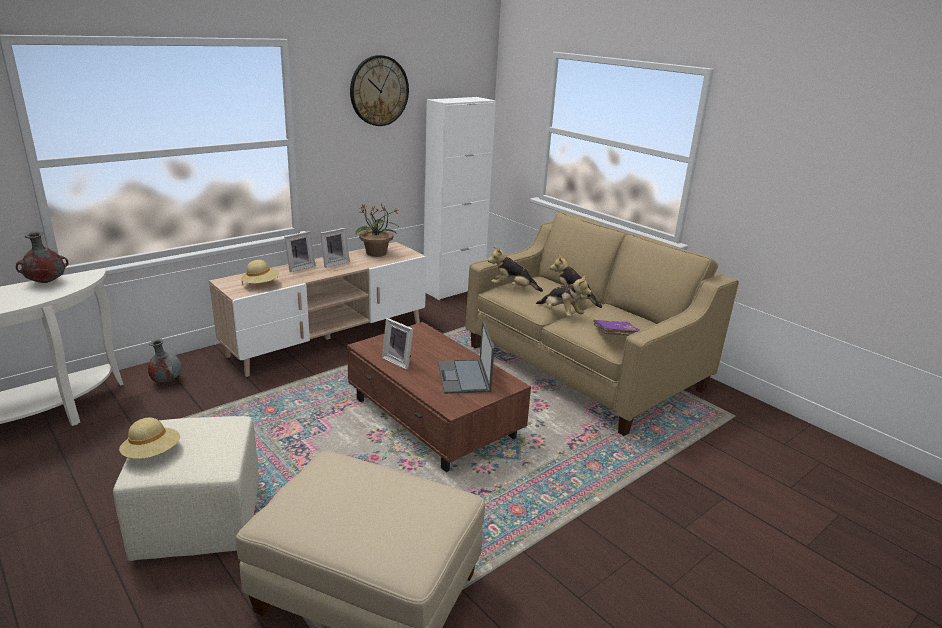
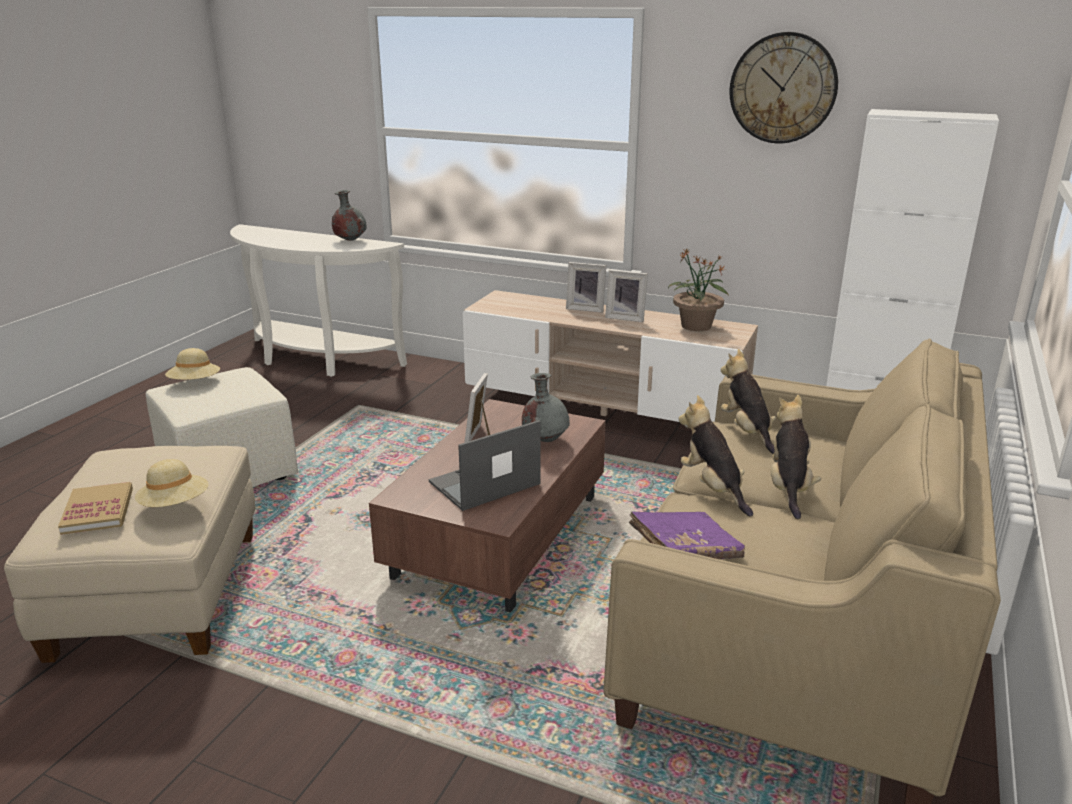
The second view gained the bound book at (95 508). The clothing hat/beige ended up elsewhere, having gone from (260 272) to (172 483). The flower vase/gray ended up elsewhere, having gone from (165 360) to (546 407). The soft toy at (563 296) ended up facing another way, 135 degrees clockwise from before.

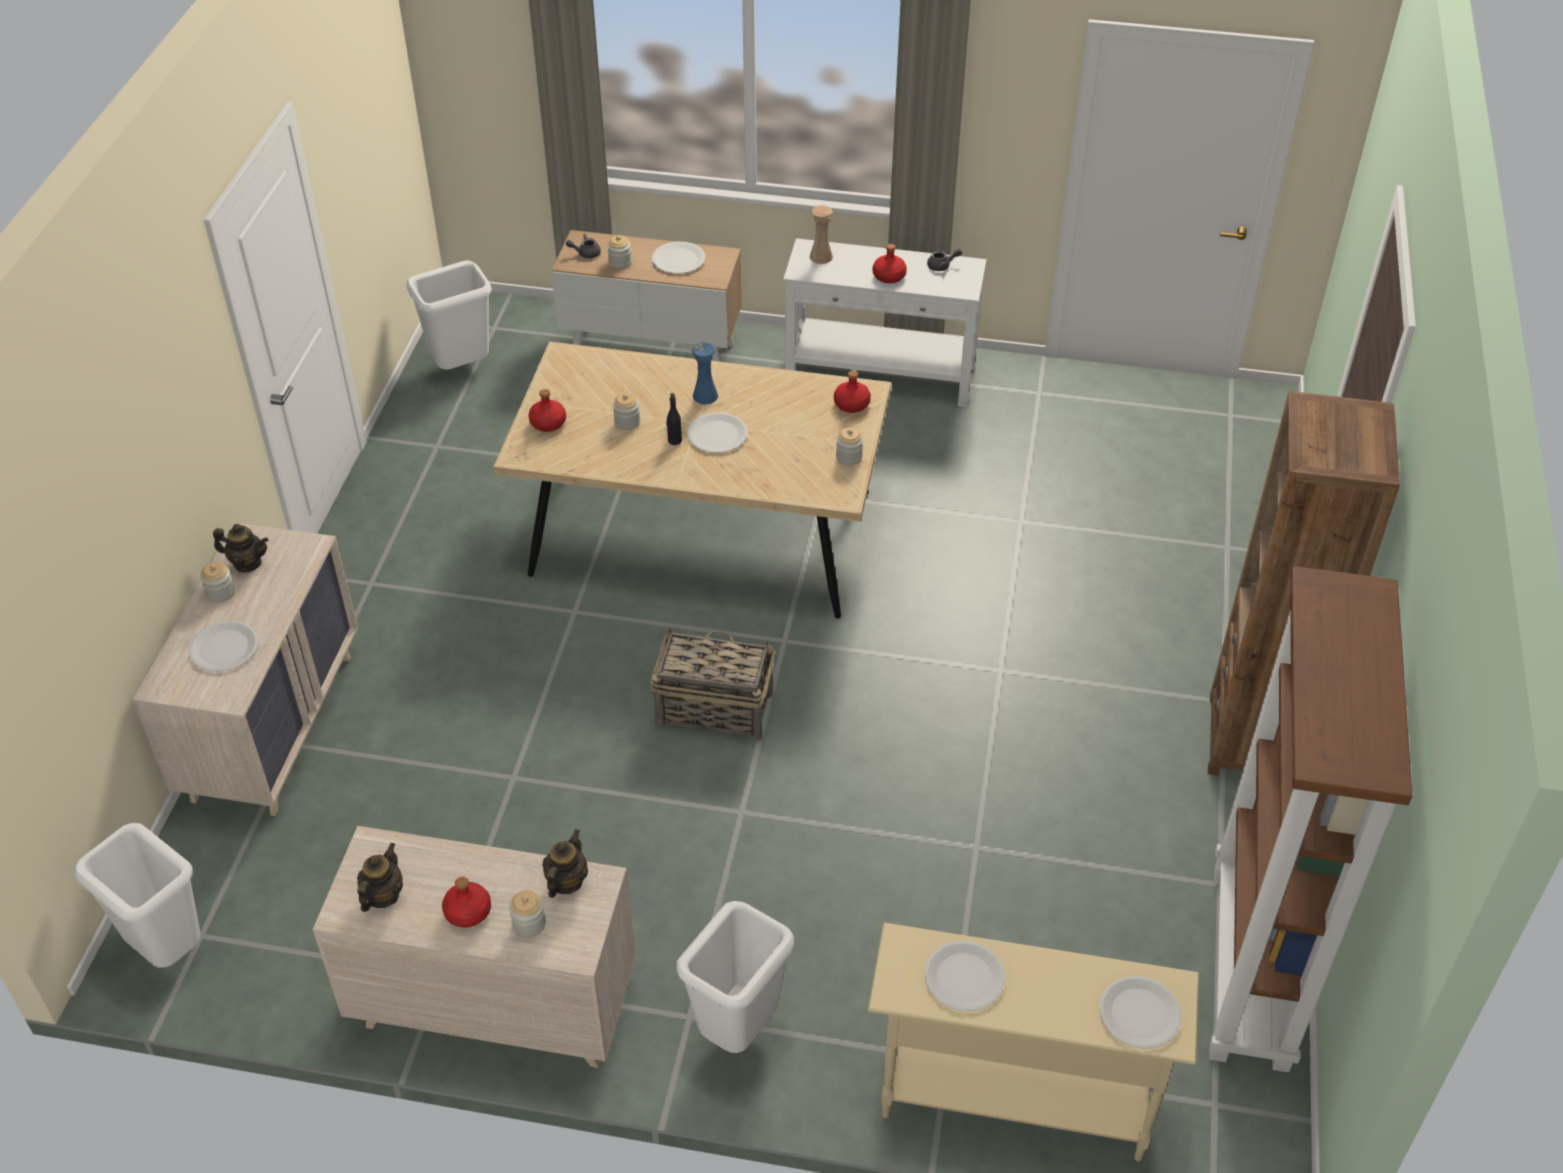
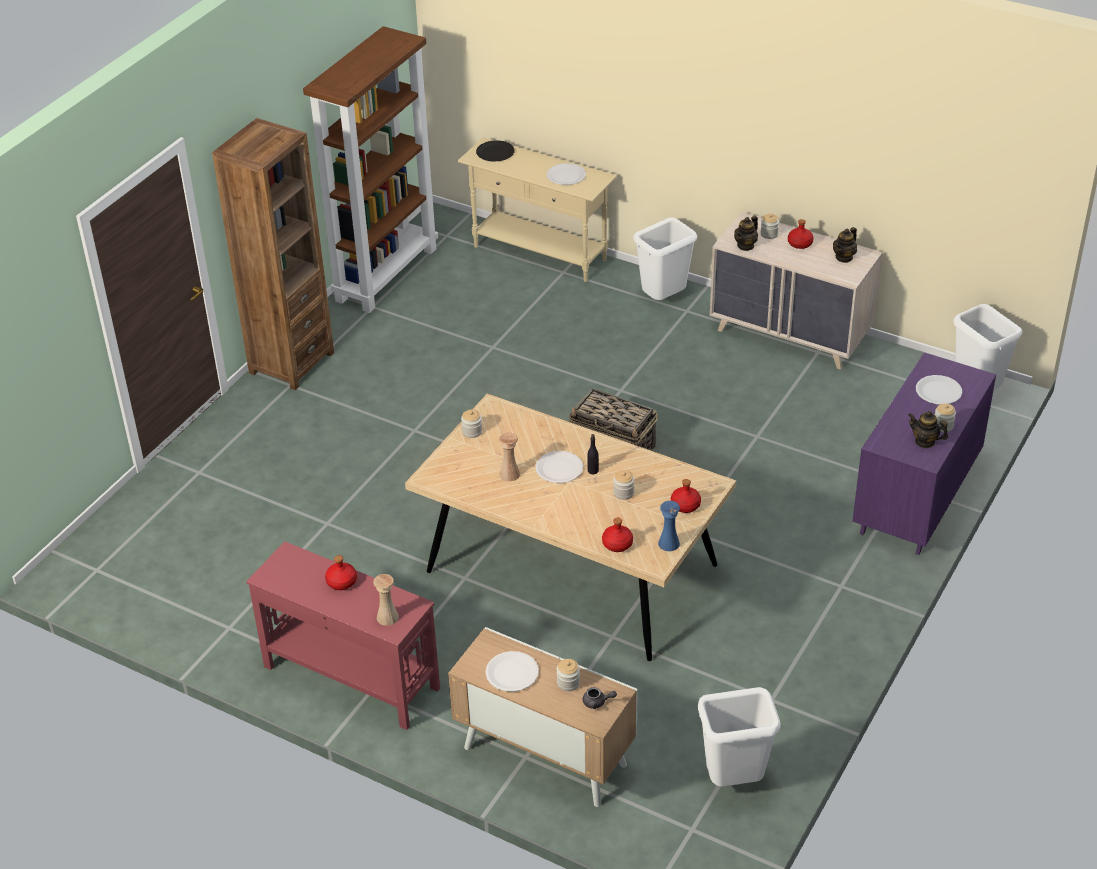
What was the console table/white at (885 322) turned into the console table/red-coloured at (343 635). What was the plate/white at (1140 1012) turned into the plate/blackish at (495 151). The second view gained the flower vase/beige at (509 456). The beverage bottle/red-coloured ended up elsewhere, having gone from (852 392) to (617 535). The flower vase/blue ended up elsewhere, having gone from (705 373) to (669 526). What was the dresser/beige at (245 669) turned into the dresser/purple-coloured at (924 453). The second view lost the pot for tea/gray at (944 260).

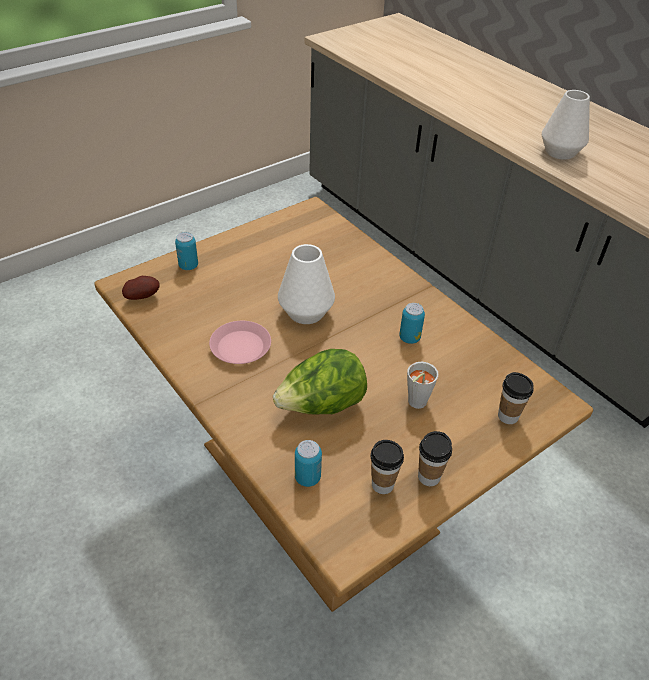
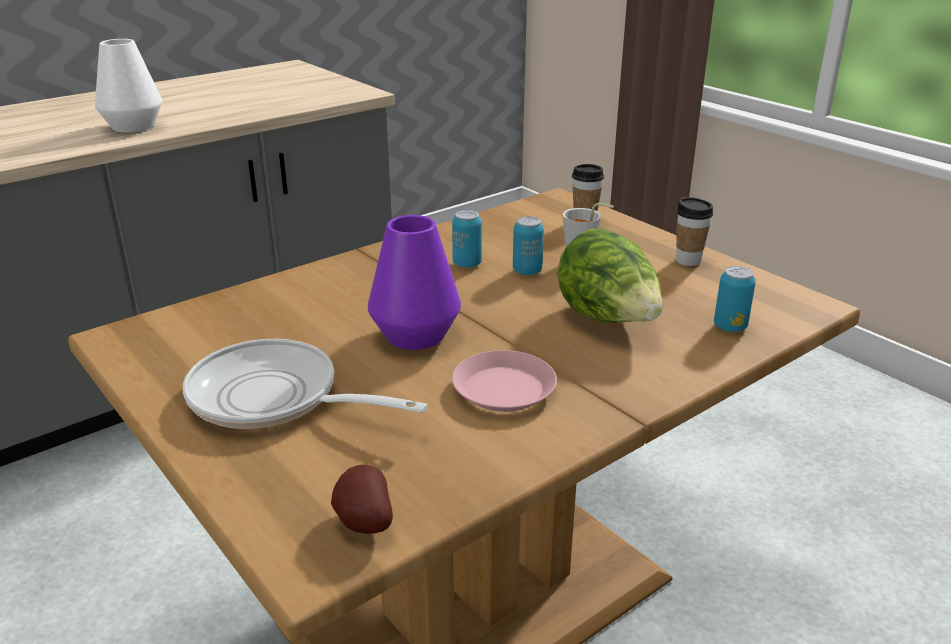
The second view gained the skillet at (305 384). What was the flower vase/white at (306 284) turned into the flower vase/purple-coloured at (414 282). The sealed can ended up elsewhere, having gone from (186 251) to (528 245). The second view lost the cup at (387 467).

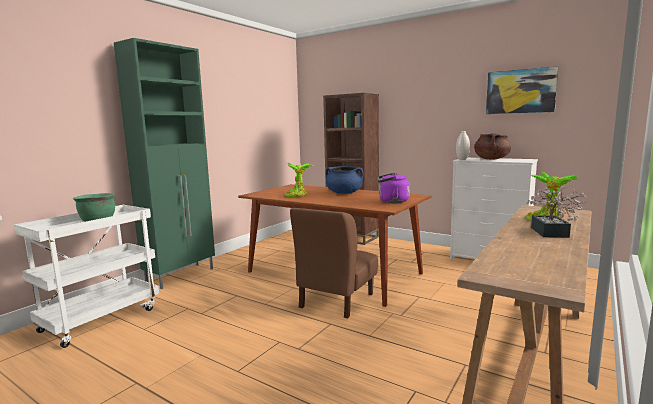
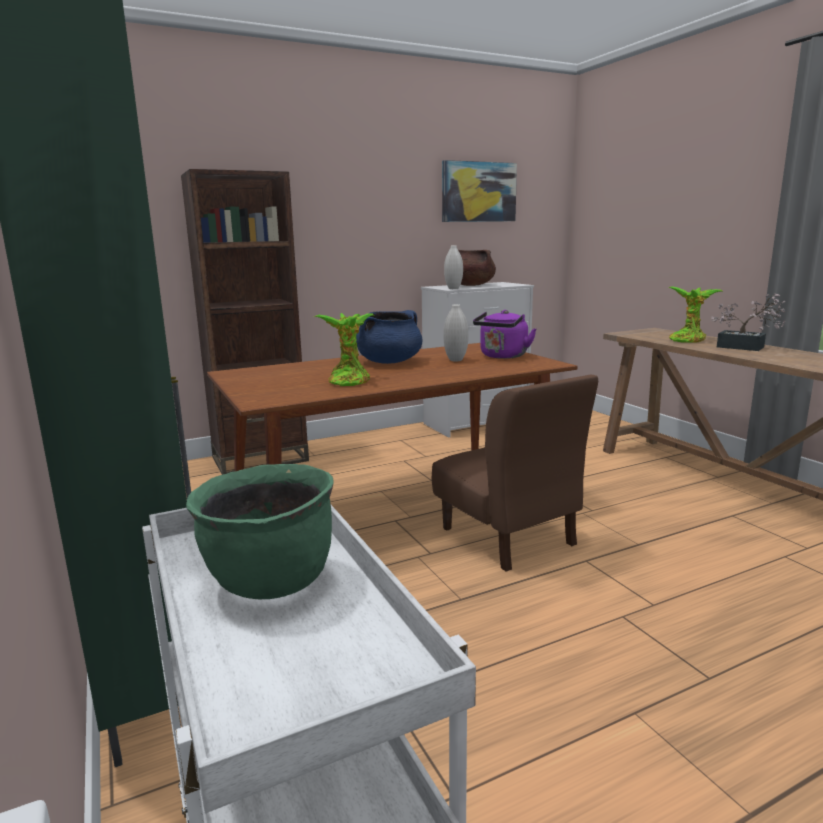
The second view gained the flower vase/white at (456 333).

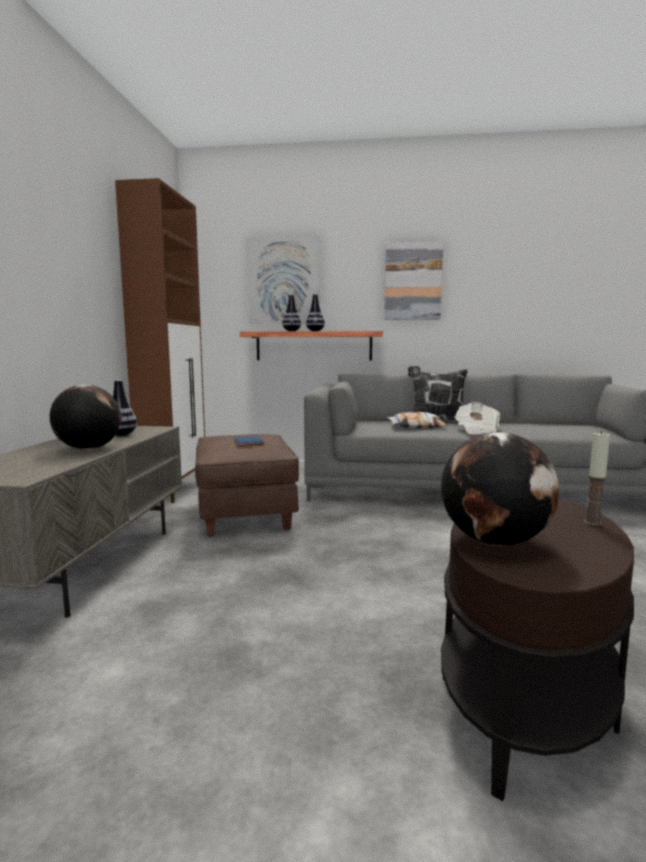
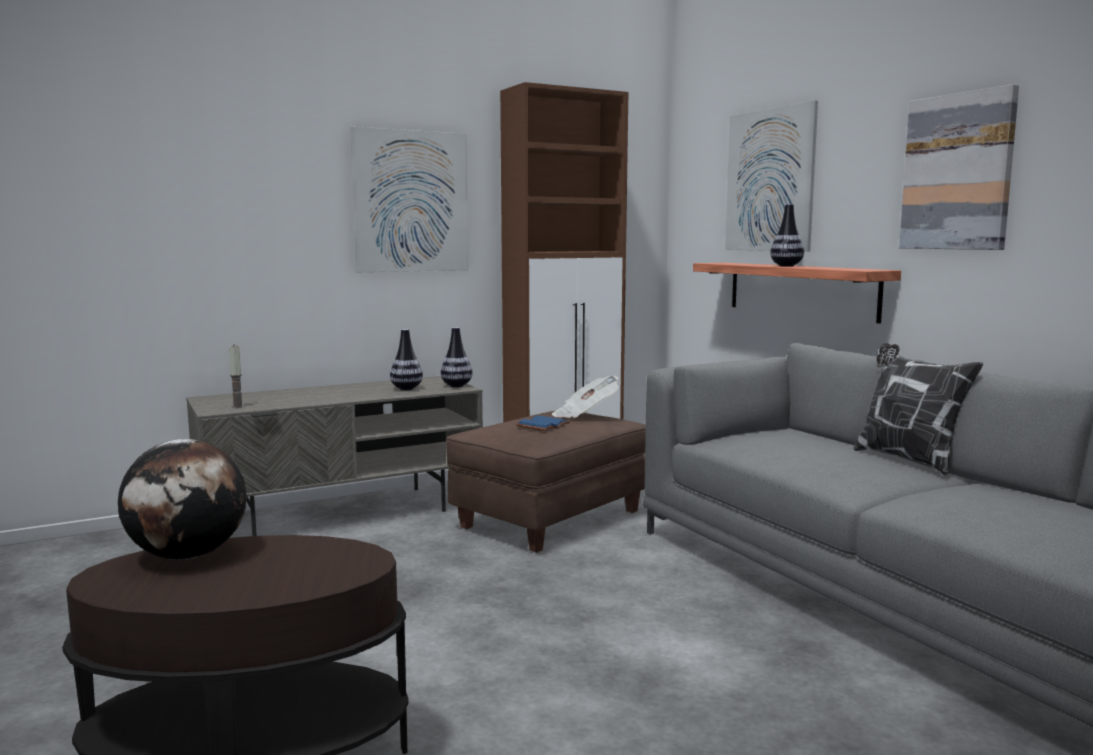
The candle ended up elsewhere, having gone from (597 478) to (236 376). The second view gained the wall art at (409 199). The flower vase ended up elsewhere, having gone from (291 313) to (457 357). The daily paper ended up elsewhere, having gone from (477 418) to (585 397). The second view lost the globe at (85 417). The second view lost the throw pillow at (417 420).

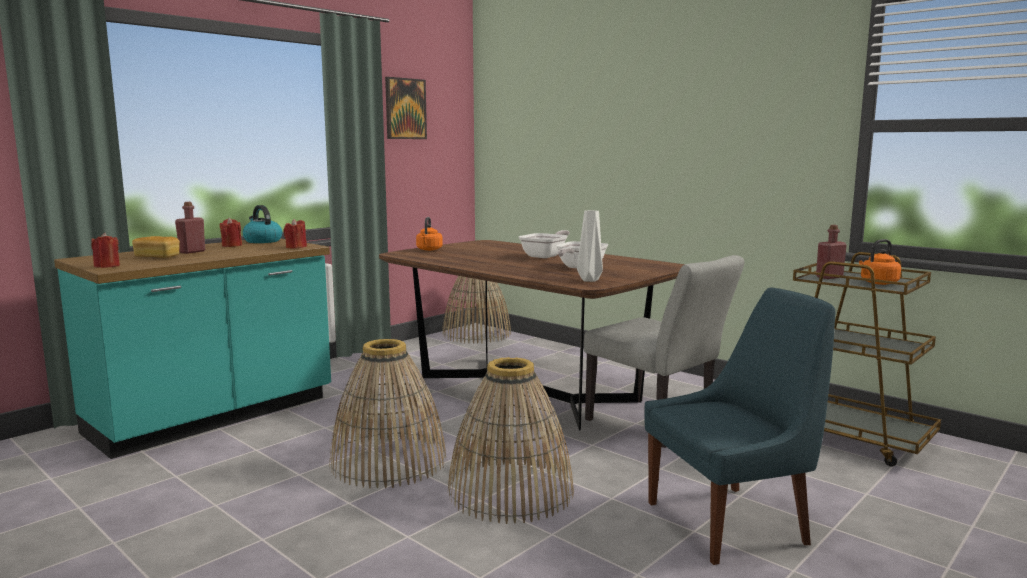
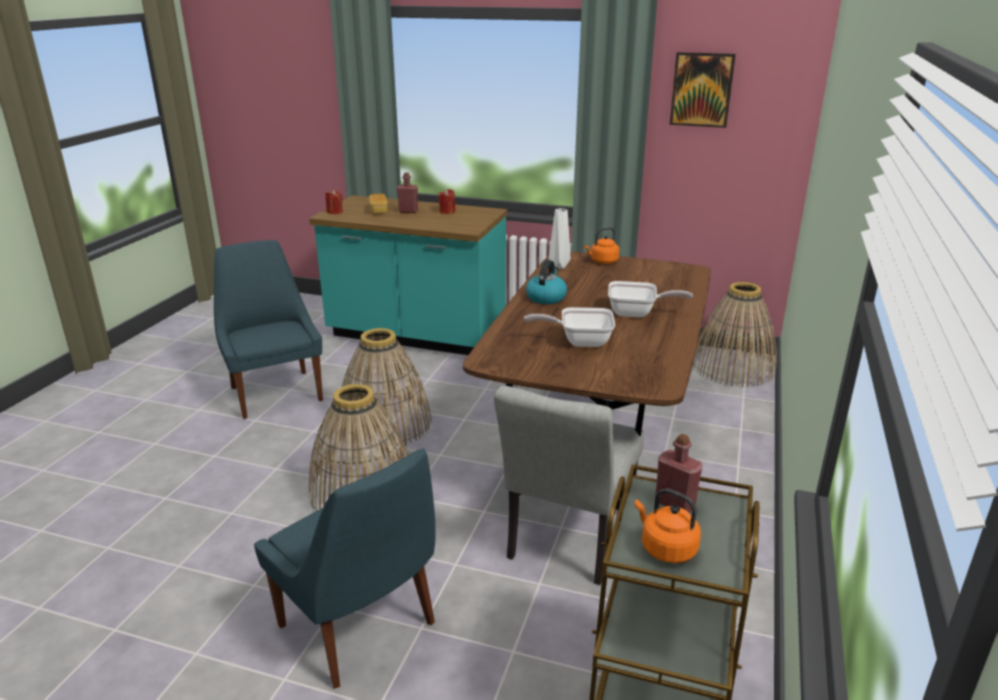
The second view gained the upright chair/blue at (268 329). The kettle ended up elsewhere, having gone from (262 224) to (546 282). The flower vase/white ended up elsewhere, having gone from (590 246) to (559 238). The second view lost the candle/red-coloured at (295 234).

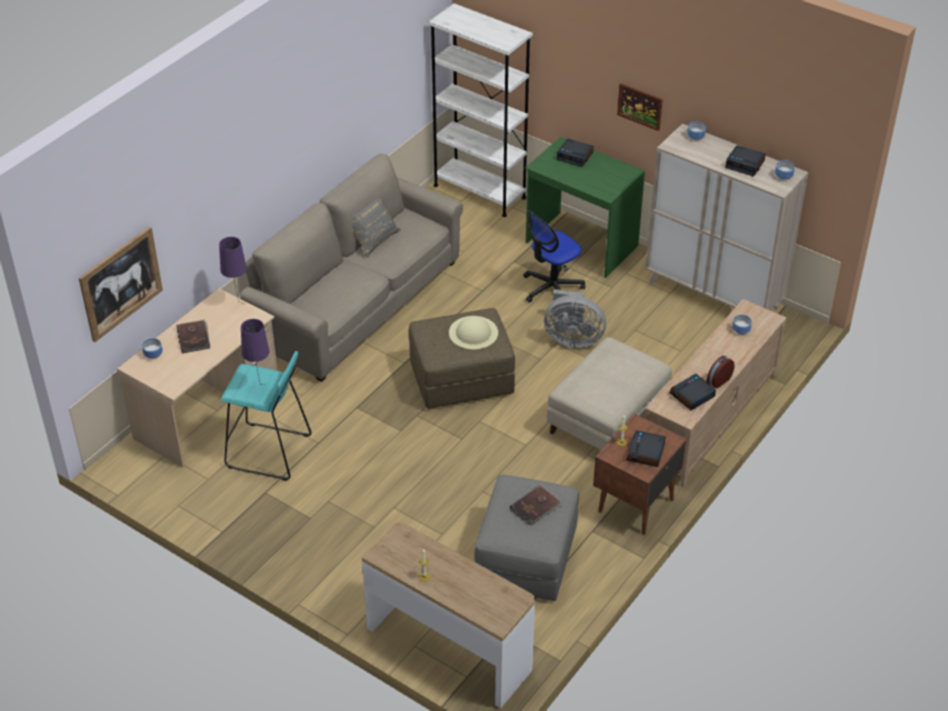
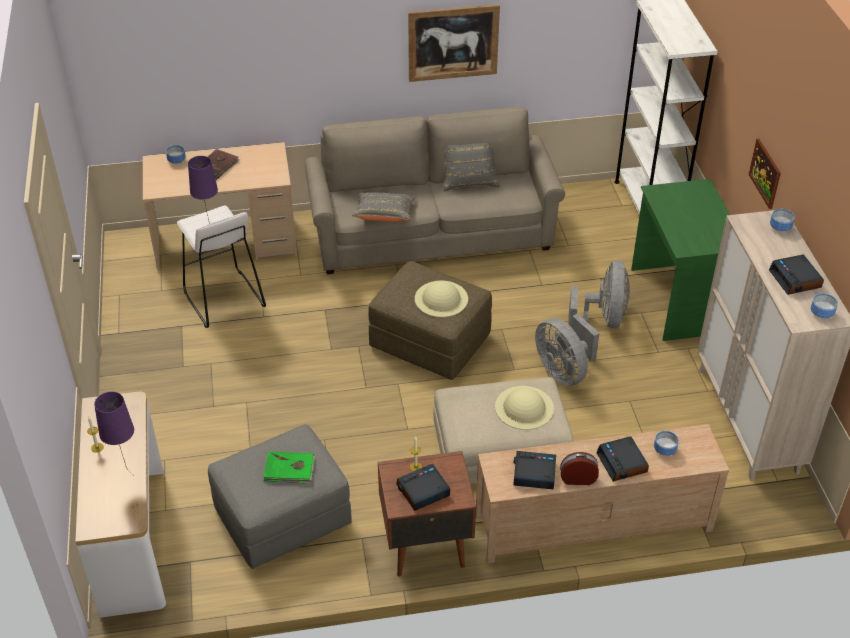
The tabletop lamp/purple-coloured ended up elsewhere, having gone from (233 270) to (114 434). What was the stool/blue-green at (266 416) turned into the stool/white at (221 266). What was the bound book/brownish at (536 505) turned into the bound book/greenish at (289 468). The second view gained the throw pillow/gray at (384 207). The wall art ended up elsewhere, having gone from (121 284) to (454 43). The second view gained the clothing hat/beige at (524 408). Where the desk chair stood at (554 256), the fan/gray came to stand at (599 294). The alarm clock ended up elsewhere, having gone from (575 153) to (622 459).

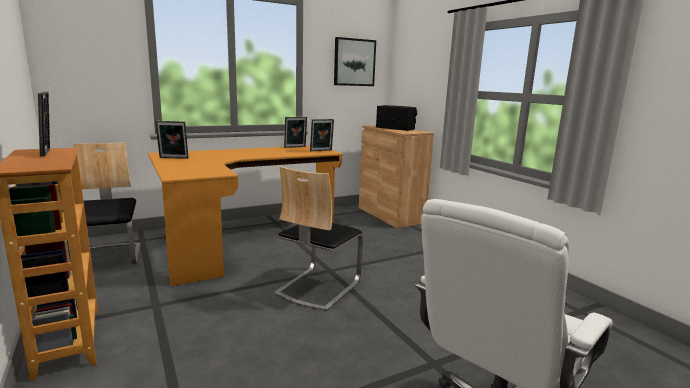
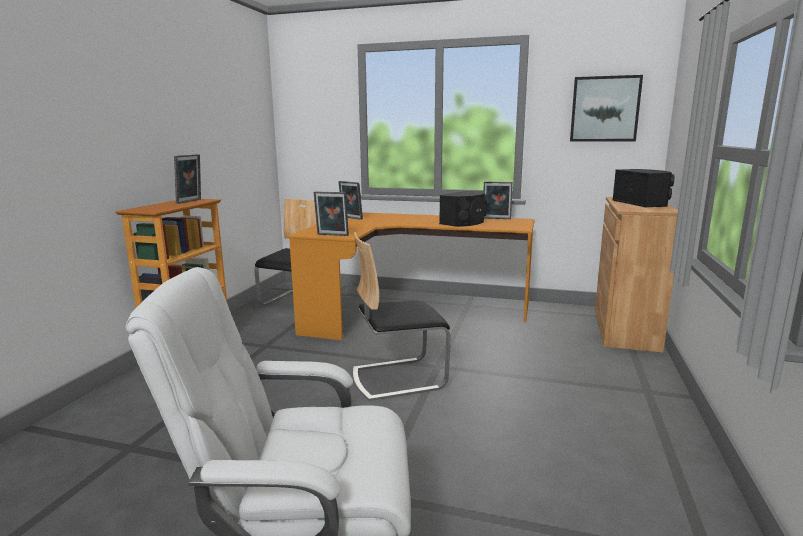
The standing frame ended up elsewhere, having gone from (322 135) to (331 214). The second view gained the audio speaker/blackish at (463 209).

